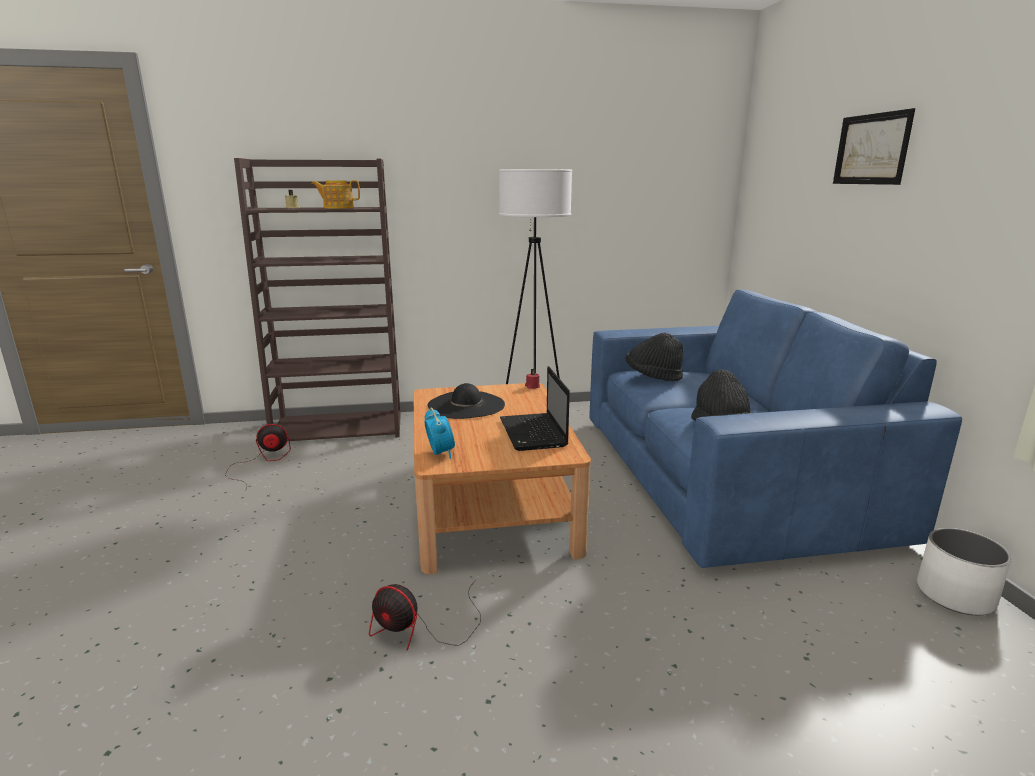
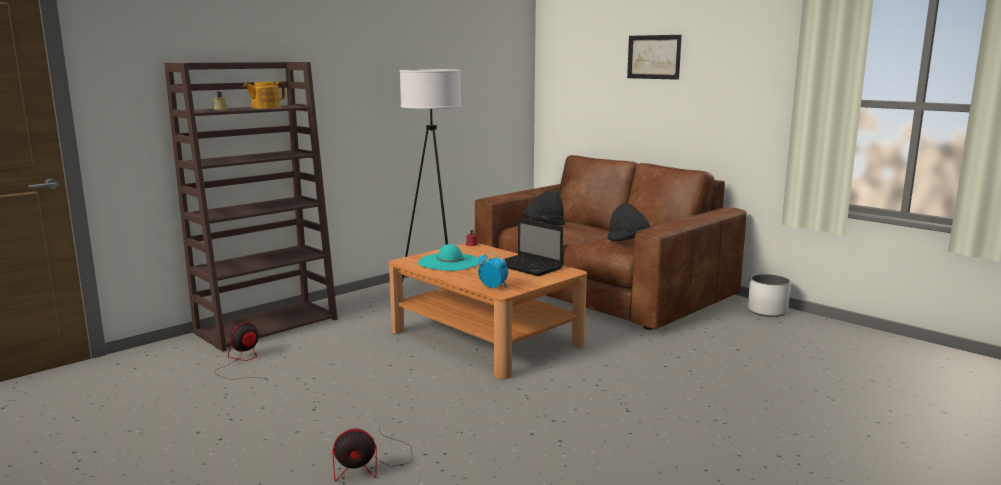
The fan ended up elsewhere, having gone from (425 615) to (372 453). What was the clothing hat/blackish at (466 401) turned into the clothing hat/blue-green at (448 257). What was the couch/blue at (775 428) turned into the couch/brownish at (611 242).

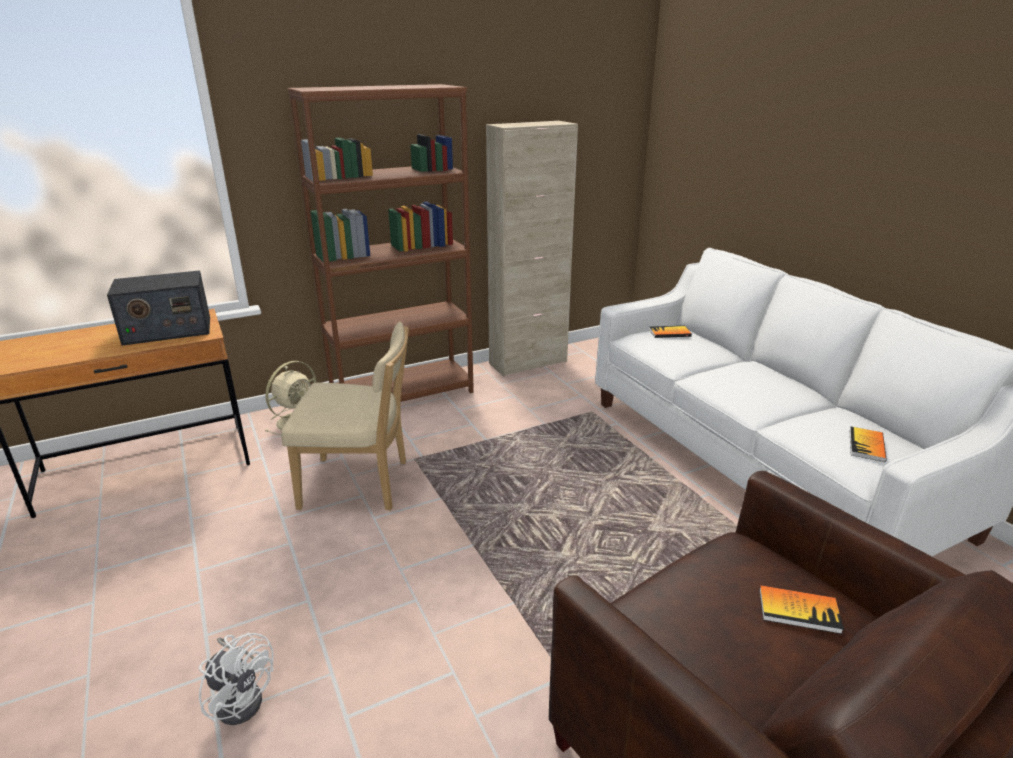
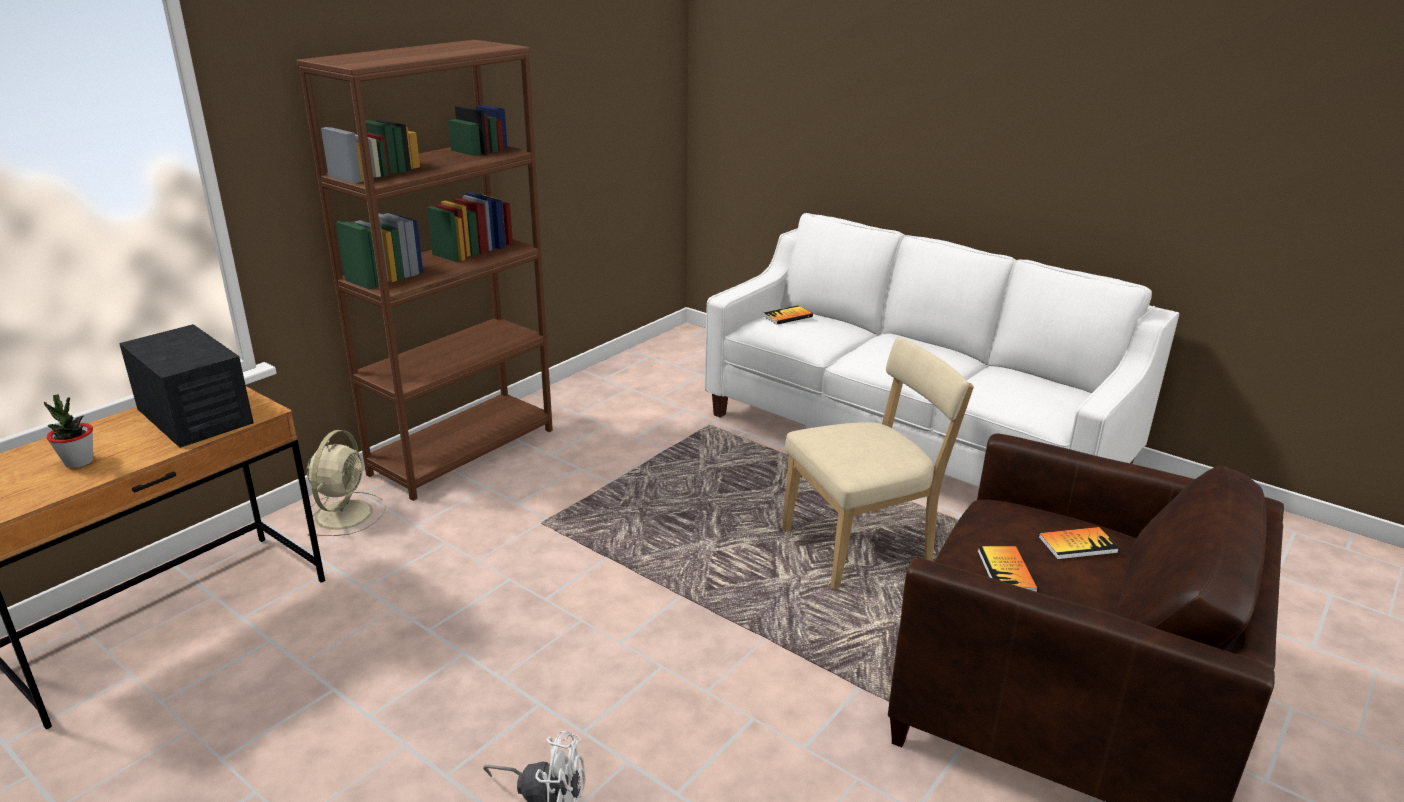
The second view gained the potted plant at (68 431). The radio at (158 308) ended up facing another way, 90 degrees counterclockwise from before. The upright chair/beige ended up elsewhere, having gone from (345 416) to (878 463). The bound book ended up elsewhere, having gone from (868 444) to (1008 569). The second view lost the storage cabinet/beige at (532 248).

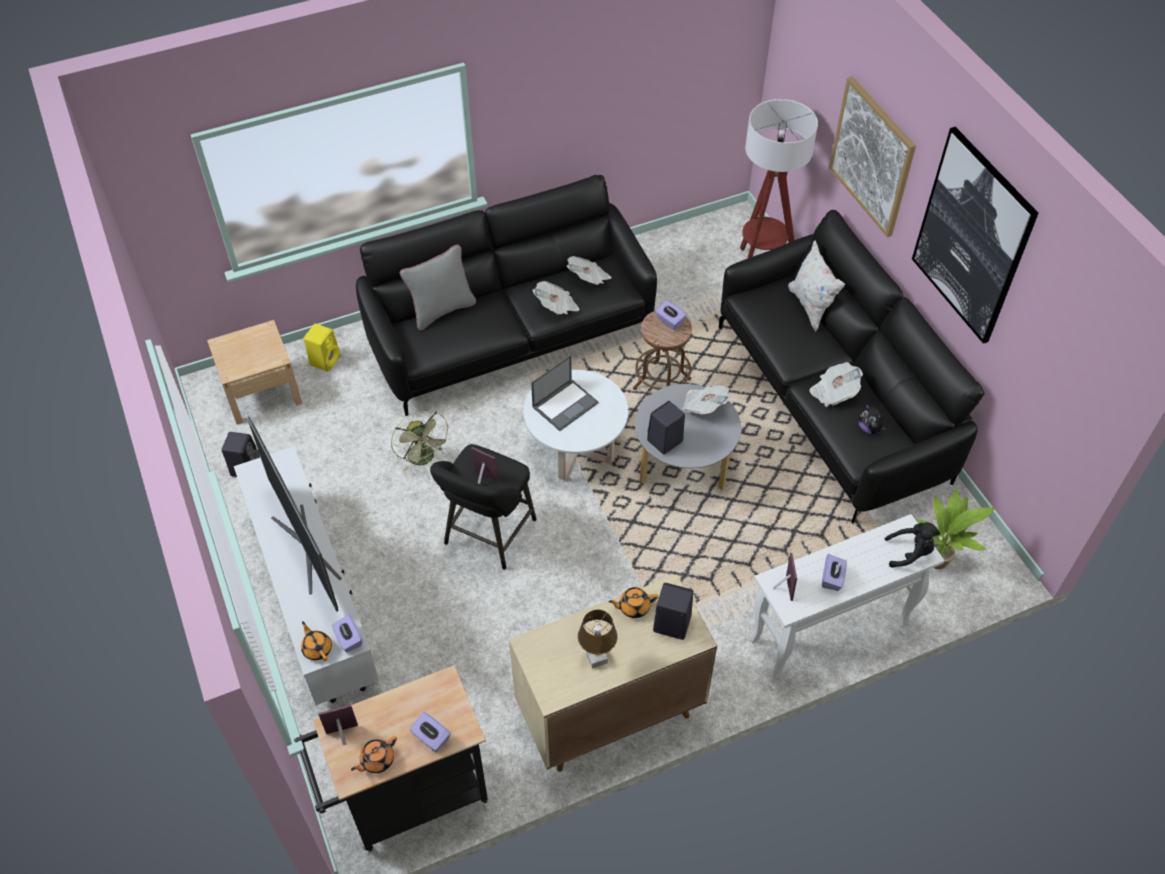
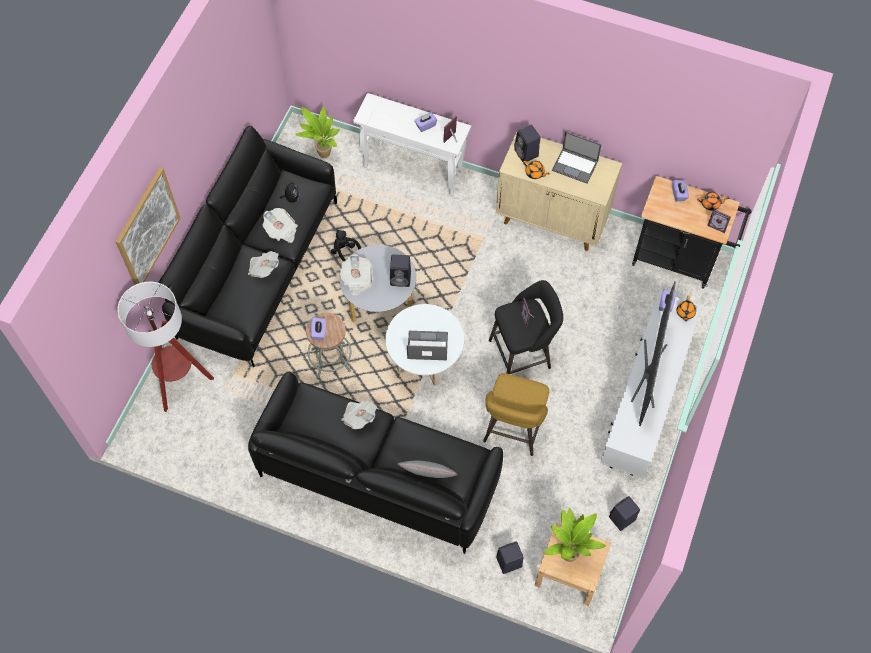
The daily paper ended up elsewhere, having gone from (589 270) to (263 264). What was the stool/brownish at (662 350) turned into the stool/gray at (328 346). The soft toy/blackish ended up elsewhere, having gone from (913 545) to (346 245). Where the fan/greenish stood at (421 441), the stool/yellow-coloured came to stand at (516 414). What was the audio speaker/yellow-coloured at (321 348) turned into the audio speaker/blackish at (510 557). The second view gained the potted plant at (575 535). Where the tabletop lamp/brownish stood at (598 639), the notebook computer came to stand at (576 158). The second view lost the throw pillow/white at (816 286). The second view lost the wall art at (975 235).

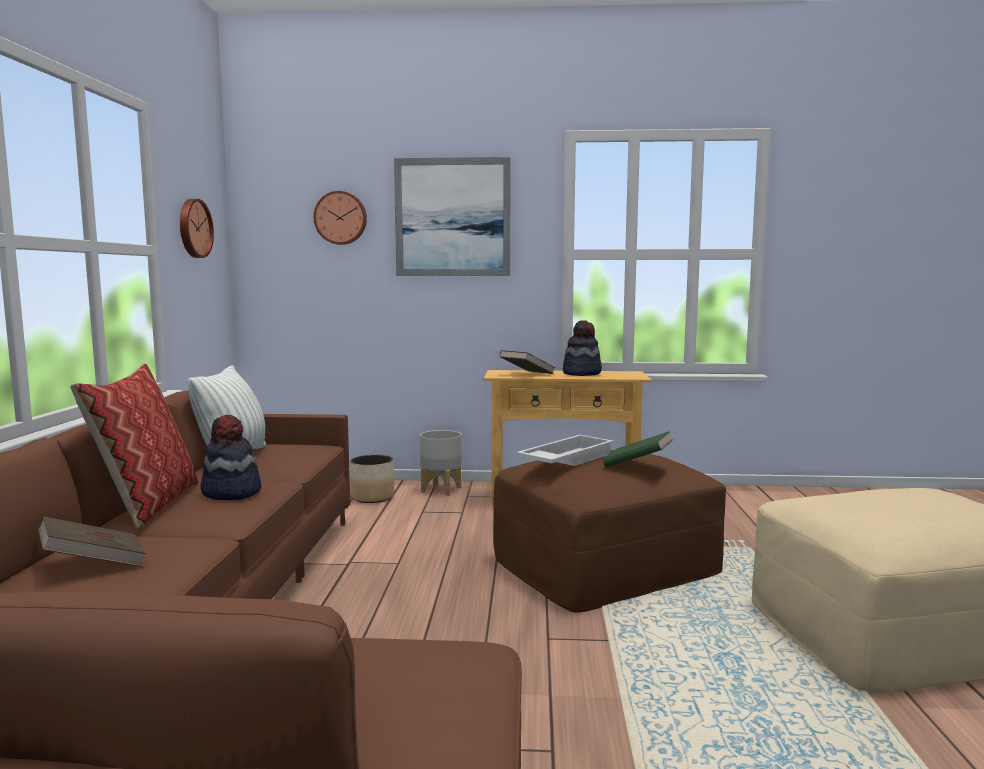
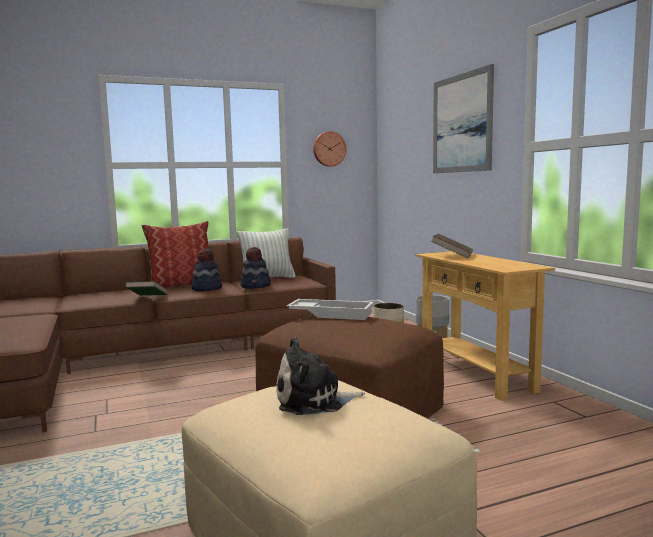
The bound book/greenish ended up elsewhere, having gone from (638 449) to (146 288). The clothing hat ended up elsewhere, having gone from (582 348) to (256 268). The second view gained the soft toy at (320 376). The second view lost the bound book/brownish at (92 541). The second view lost the wall clock at (340 218).

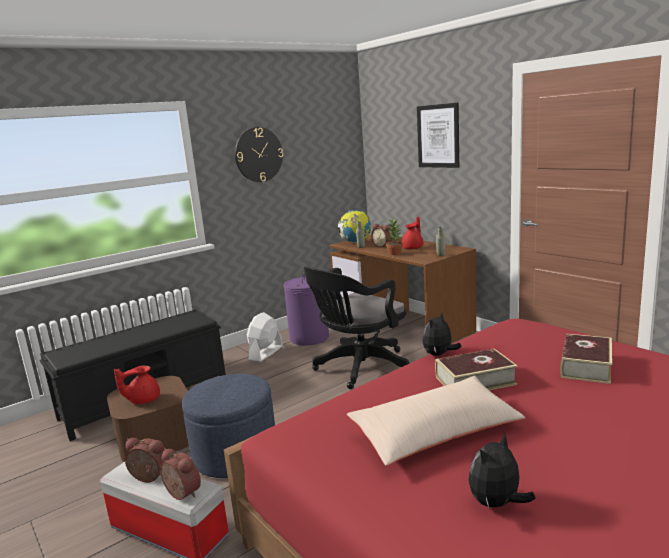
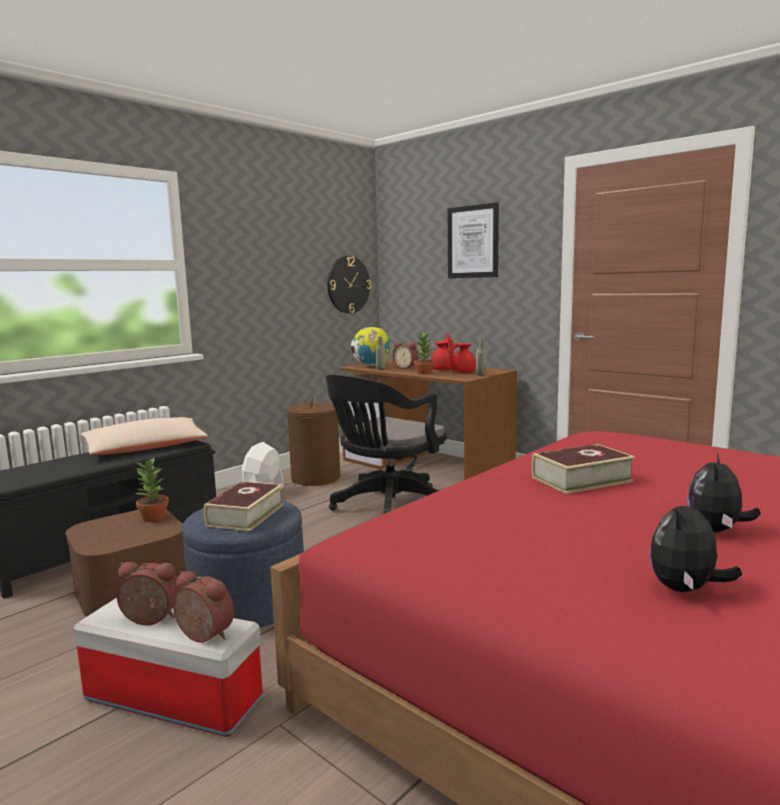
The throw pillow/beige ended up elsewhere, having gone from (436 421) to (144 436). The second view gained the potted plant at (151 490). The bound book ended up elsewhere, having gone from (586 359) to (244 506). What was the hamper/purple-coloured at (306 309) turned into the hamper/brownish at (313 441). The wall clock ended up elsewhere, having gone from (259 154) to (349 285). The pot for tea/red-coloured ended up elsewhere, having gone from (137 384) to (462 356). The soft toy ended up elsewhere, having gone from (441 333) to (723 493).

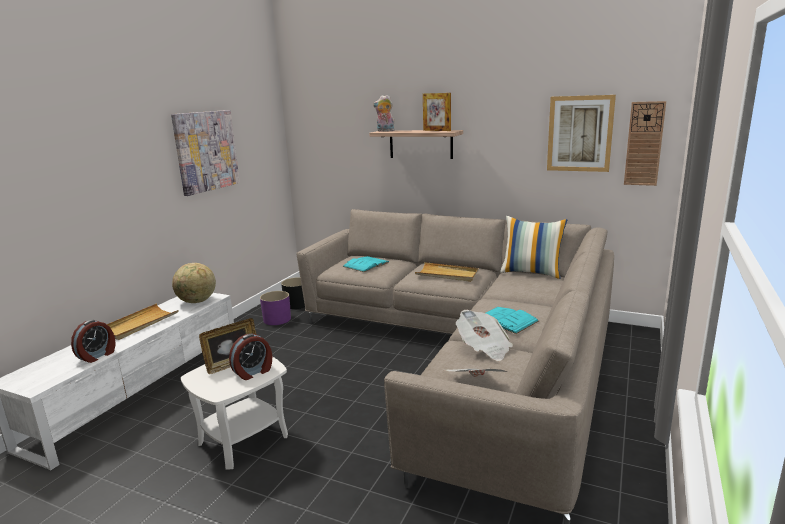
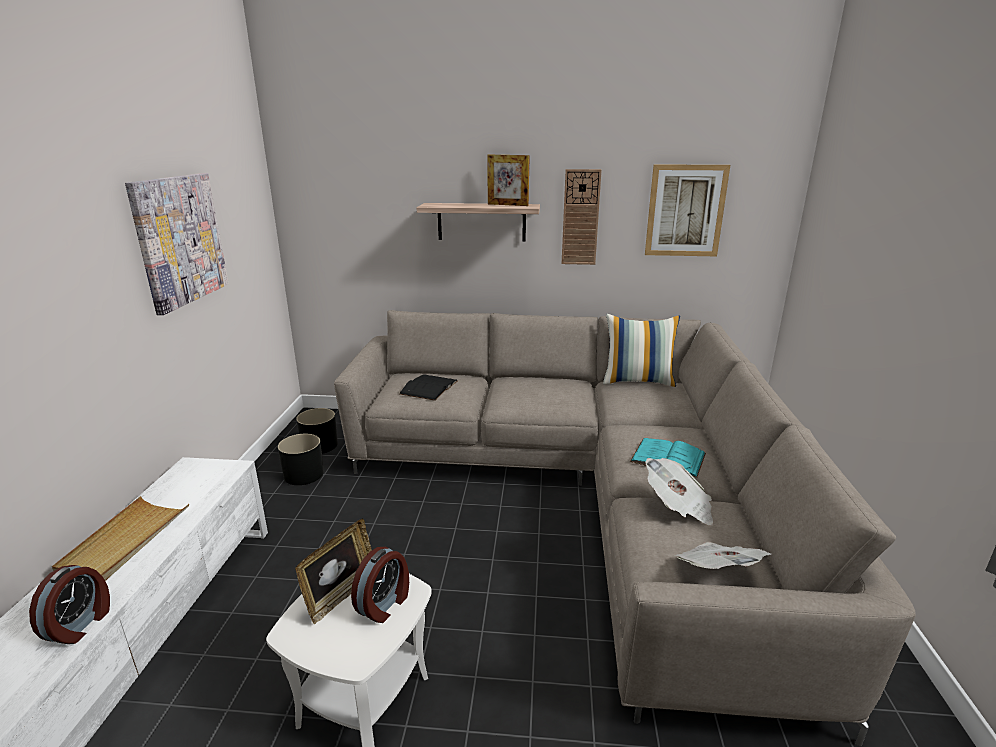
What was the planter/purple-coloured at (275 308) turned into the planter/blackish at (301 459). What was the bound book/blue-green at (365 264) turned into the bound book/blackish at (428 387). The wall clock ended up elsewhere, having gone from (645 143) to (582 217). The second view lost the globe at (194 283). The second view lost the soft toy at (384 113). The second view lost the carrying tray/beige at (447 272).

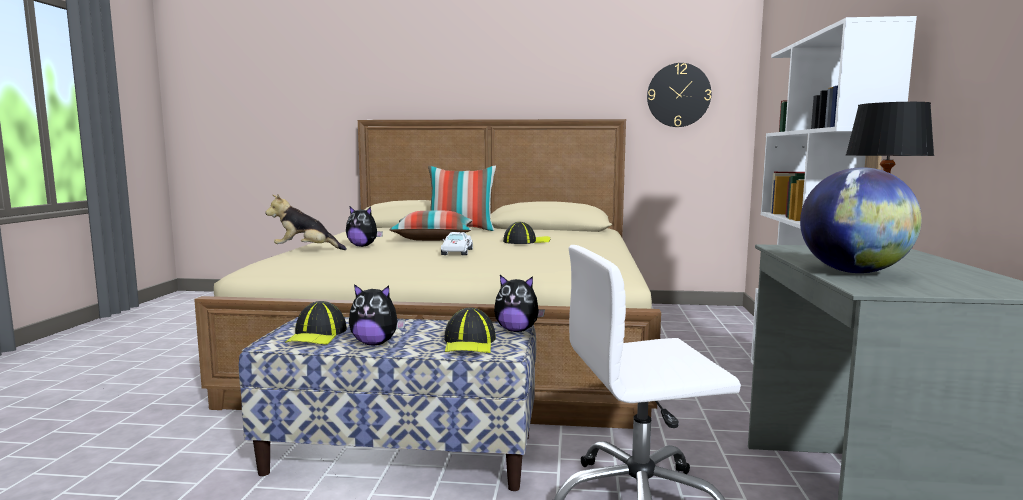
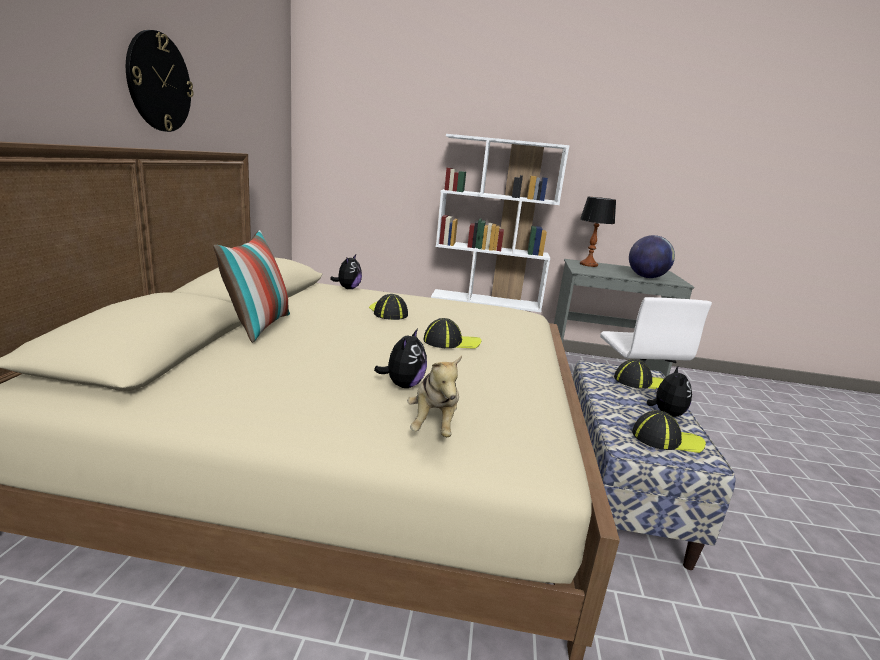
The wall clock ended up elsewhere, having gone from (679 95) to (160 81). The soft toy ended up elsewhere, having gone from (519 303) to (346 272). Where the toy car/white stood at (457 243), the cap came to stand at (452 333). The second view lost the throw pillow at (430 226).

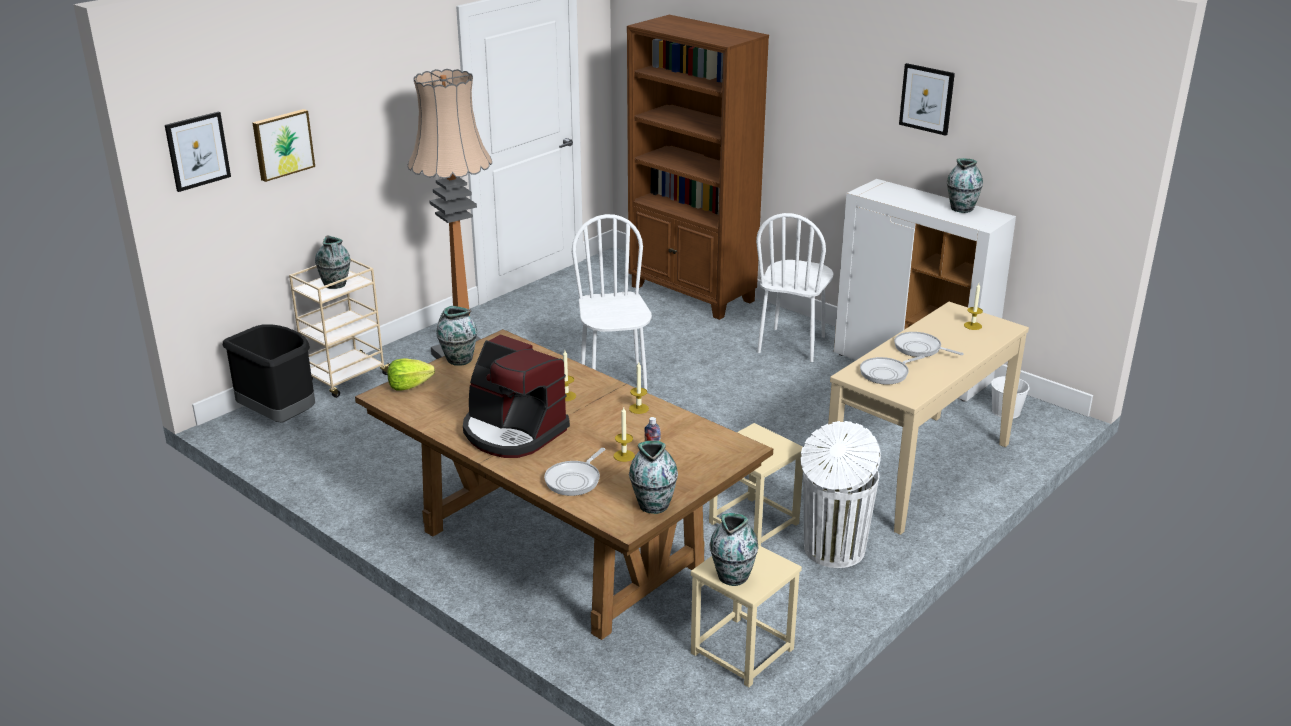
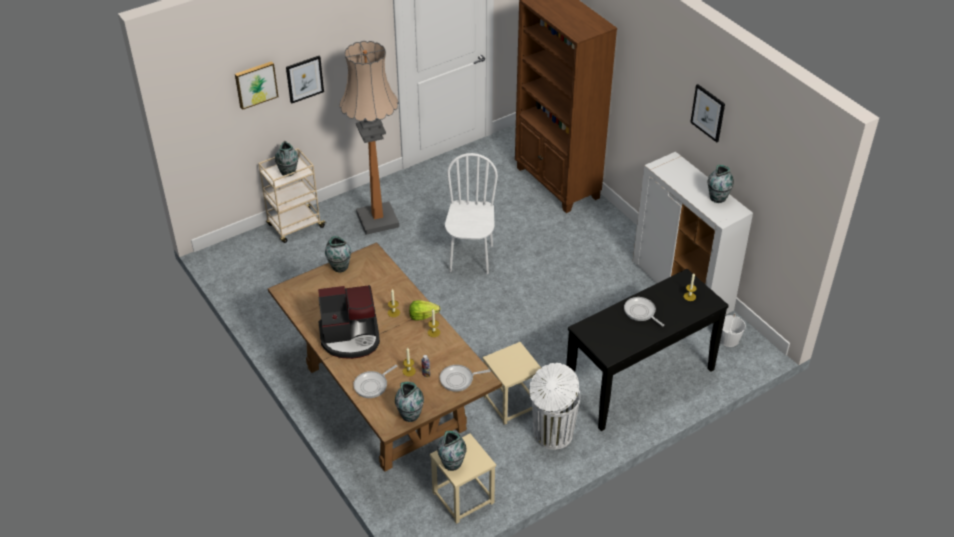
The wall art ended up elsewhere, having gone from (198 151) to (305 80). The coffee machine at (516 396) ended up facing another way, 60 degrees counterclockwise from before. The lettuce ended up elsewhere, having gone from (411 374) to (424 310). The skillet ended up elsewhere, having gone from (892 370) to (465 378). What was the console table/beige at (928 418) turned into the console table/blackish at (647 350). The second view lost the trash can/blackish at (269 373). The second view lost the upright chair/white at (795 287).

